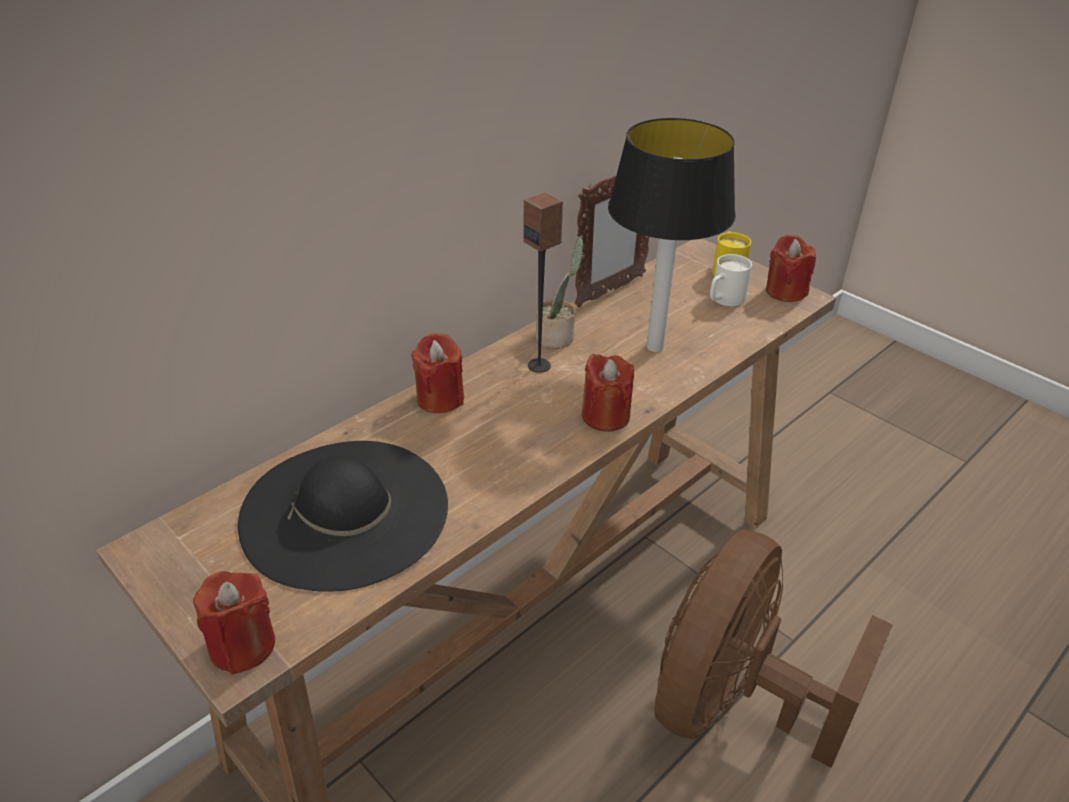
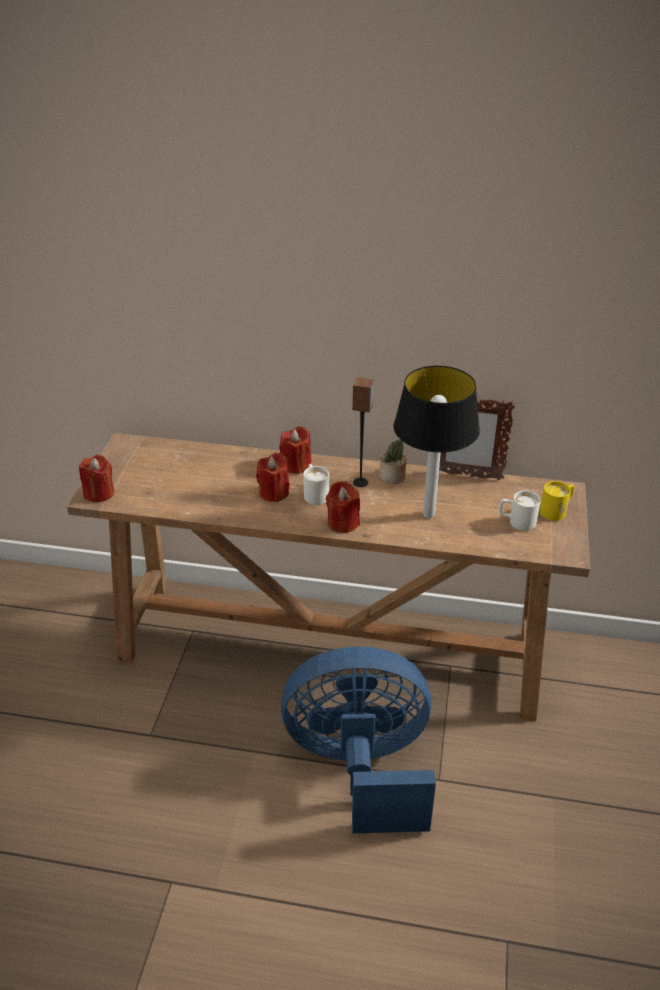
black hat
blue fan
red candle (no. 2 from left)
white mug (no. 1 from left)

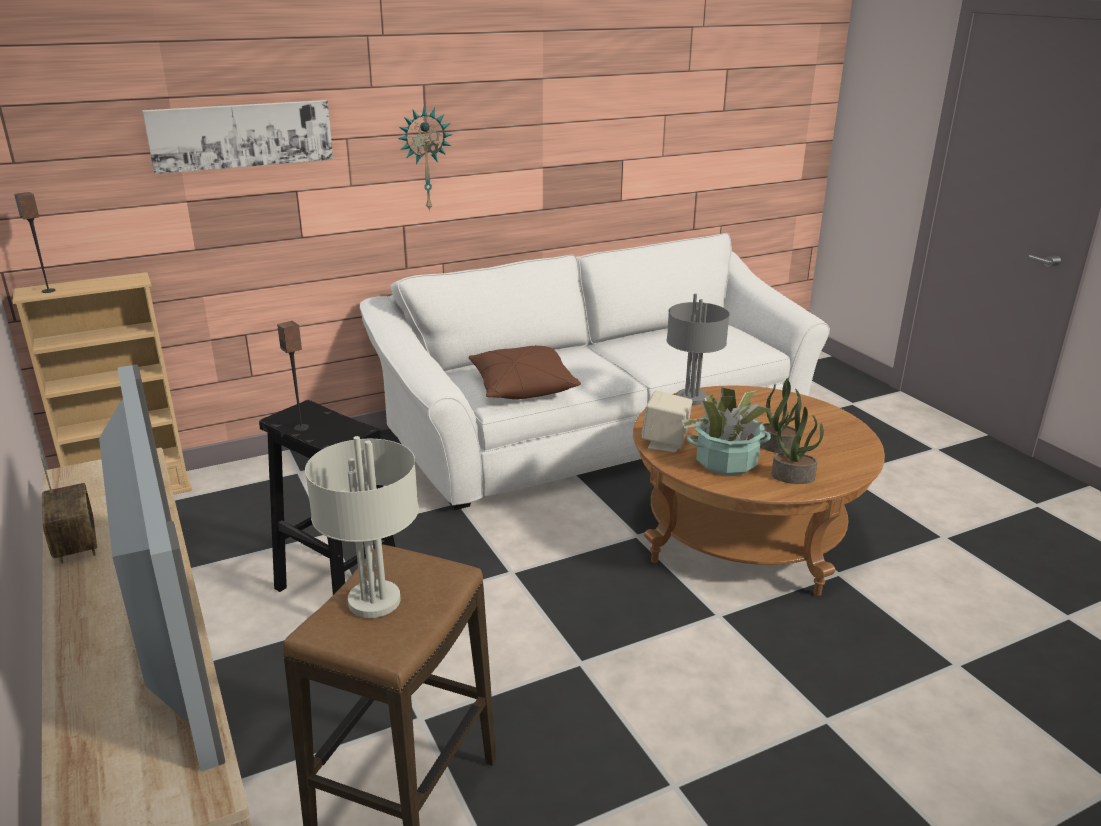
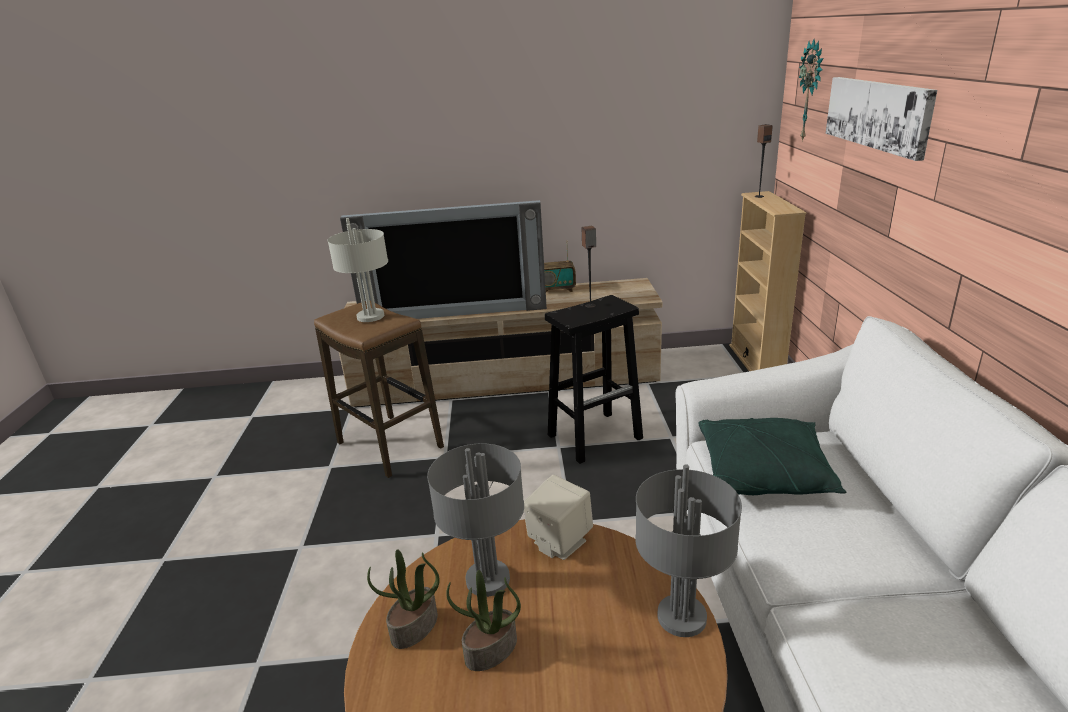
wall clock
green pillow
grey table lamp (no. 2 from left)

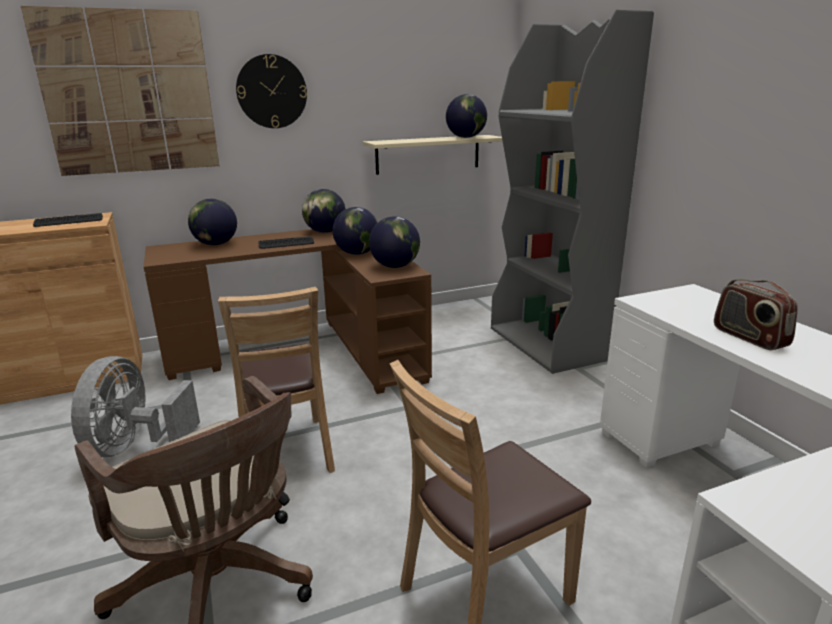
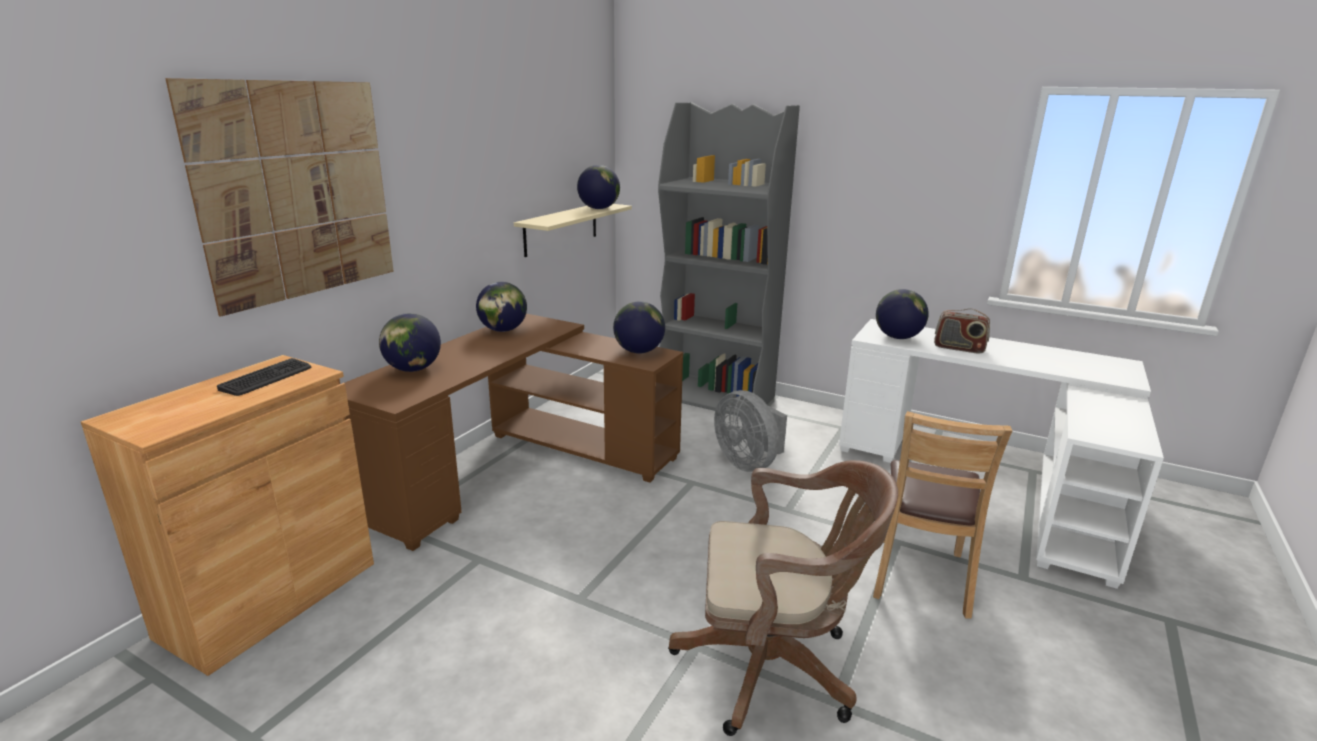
grey fan
brown chair (no. 1 from left in the first image)
wall clock
keyboard (no. 2 from left in the first image)
globe (no. 5 from left)

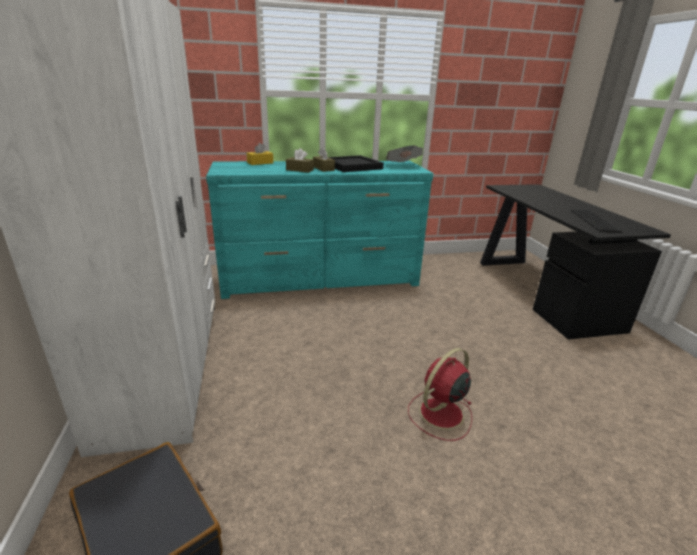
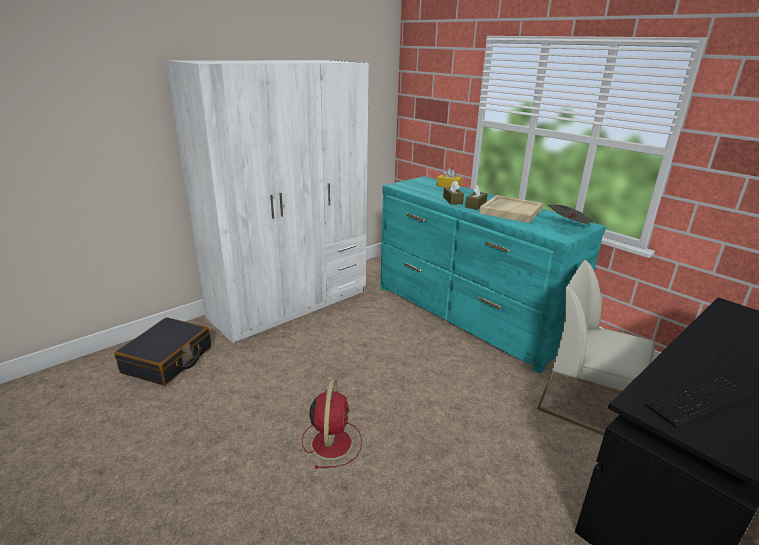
beige tray
red fan
white chair

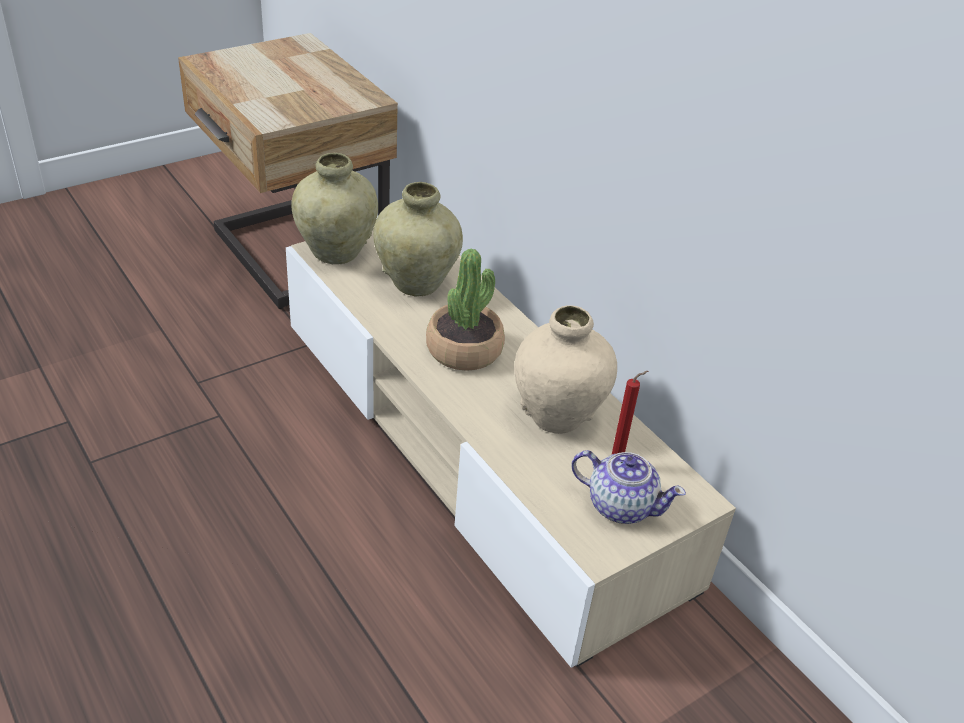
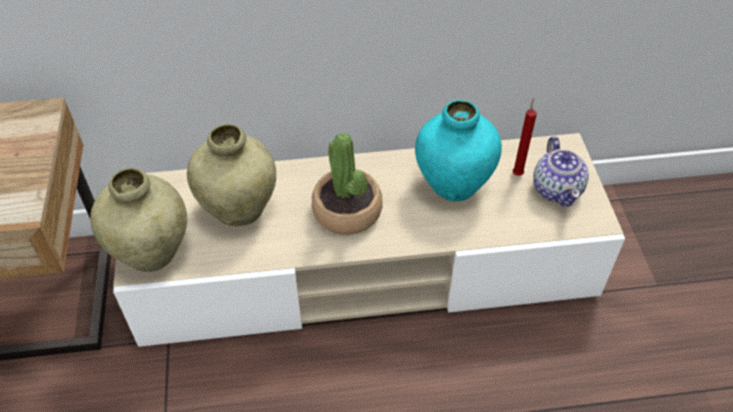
turquoise vase
teapot

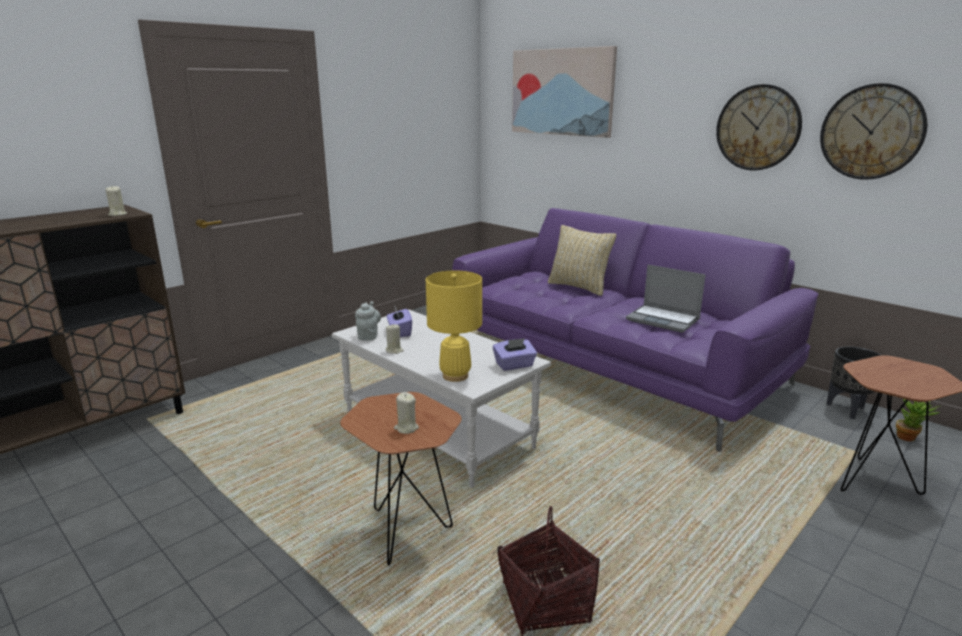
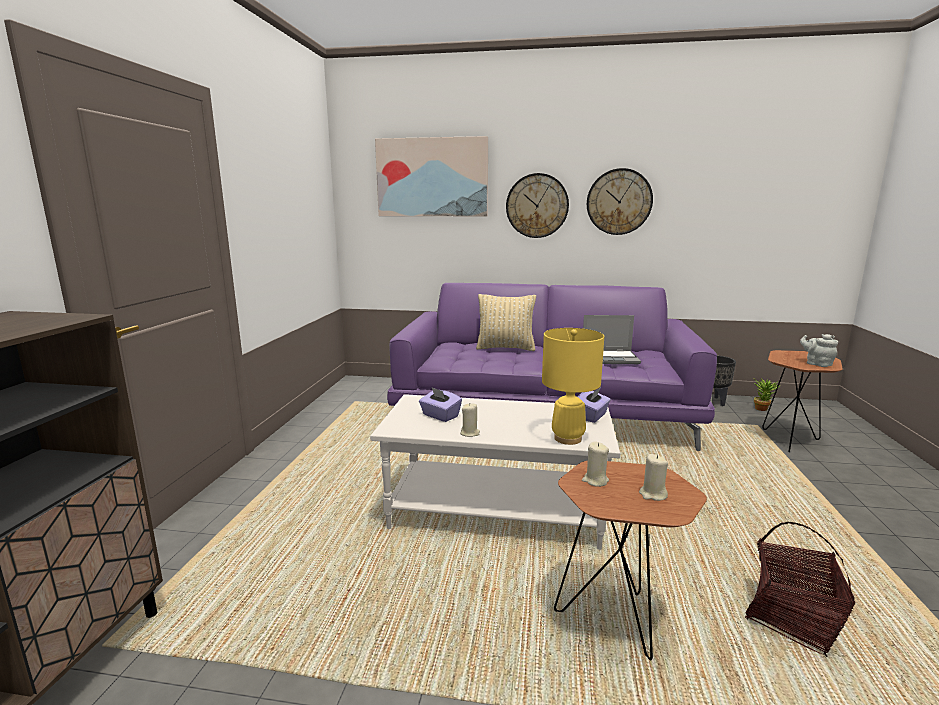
beige candle (no. 2 from left)
grey teapot
wall clock (no. 1 from left)

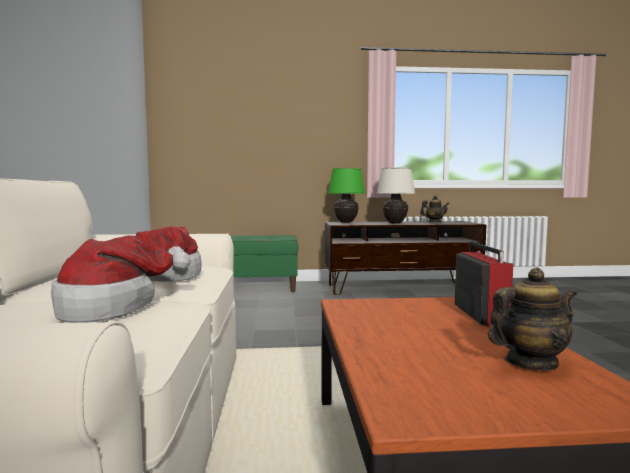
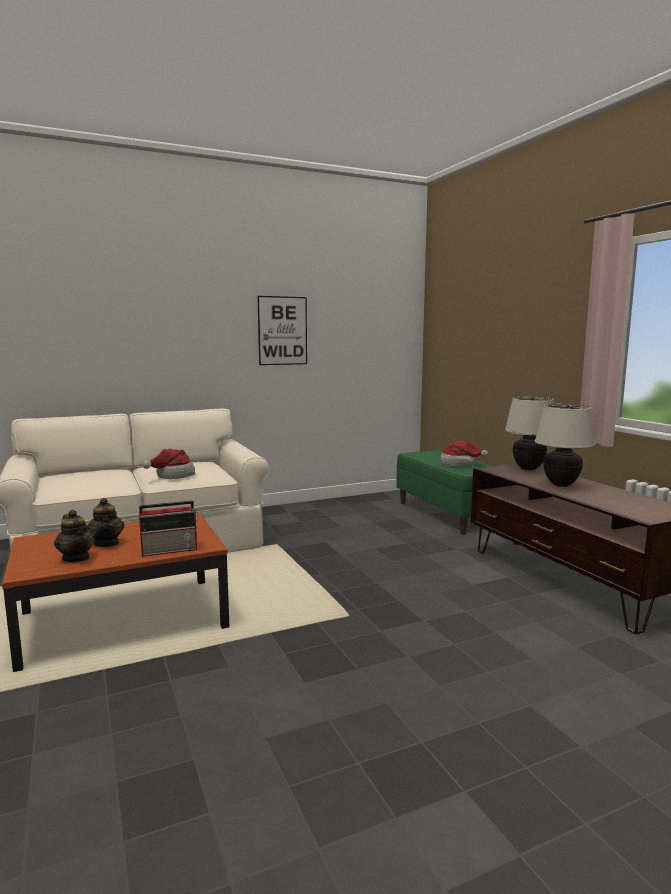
hat (no. 2 from left)
beige table lamp (no. 1 from left)
teapot (no. 2 from left)
picture

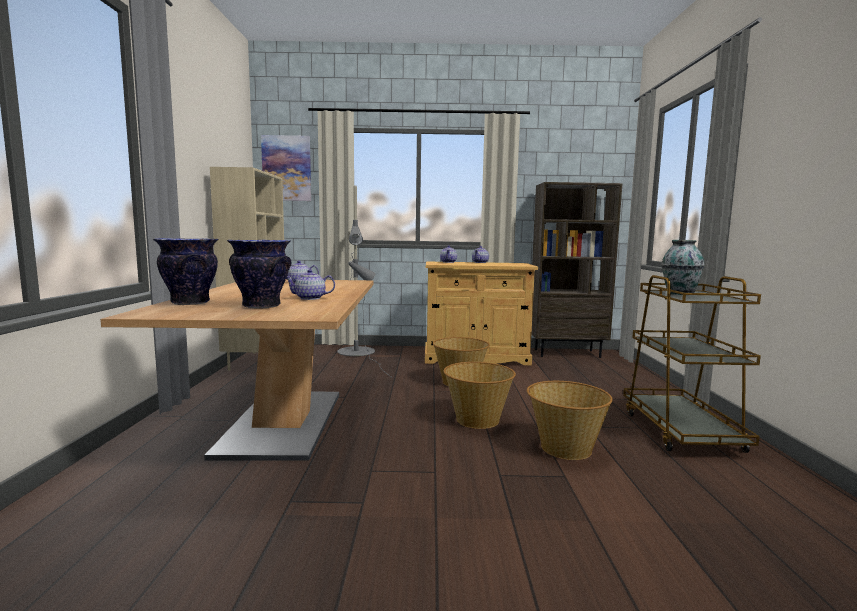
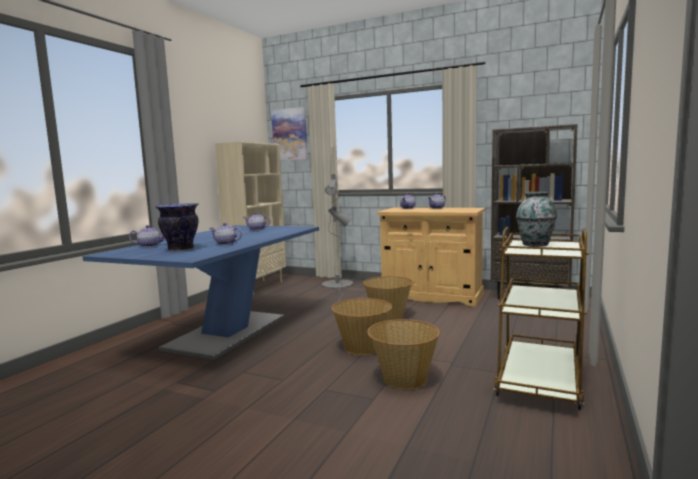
blue dining table
teapot (no. 1 from left)

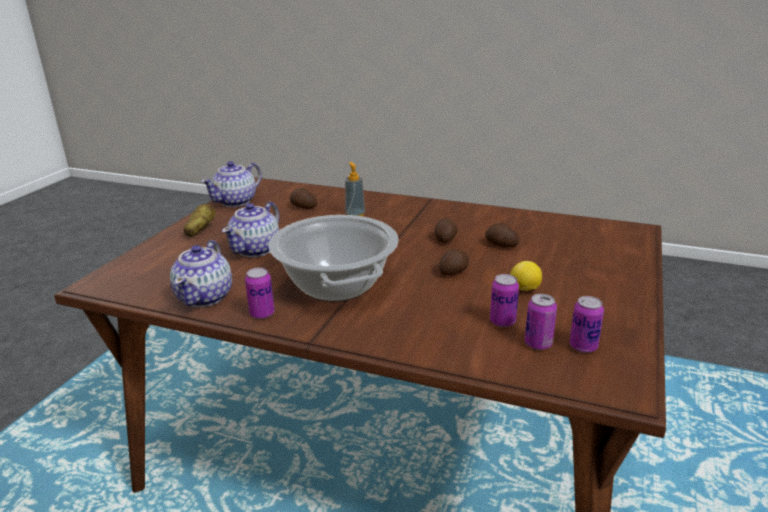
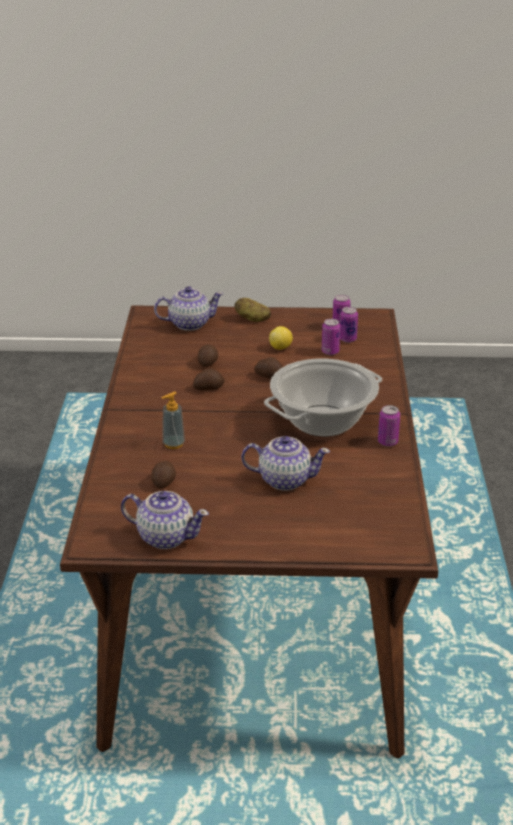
teapot (no. 2 from left)
potato (no. 4 from left)

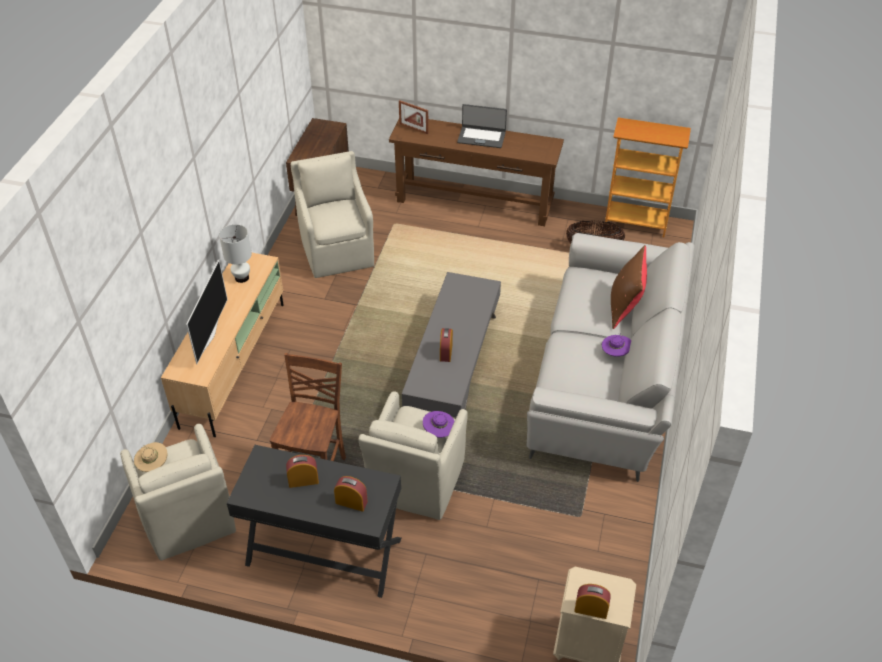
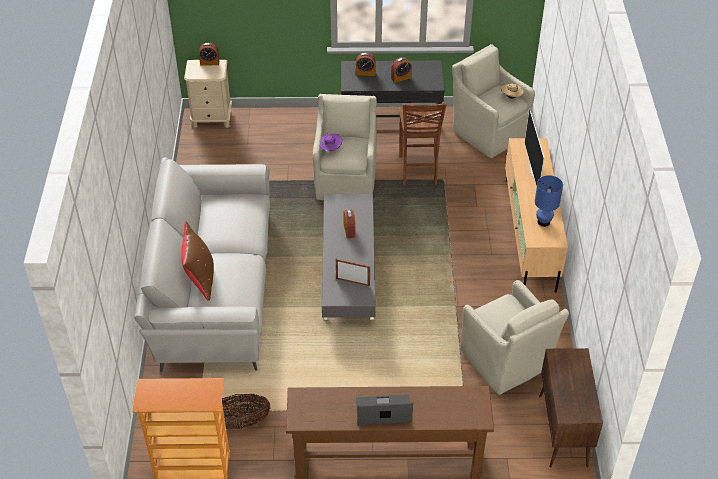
blue table lamp
picture frame
purple hat (no. 2 from left in the first image)

